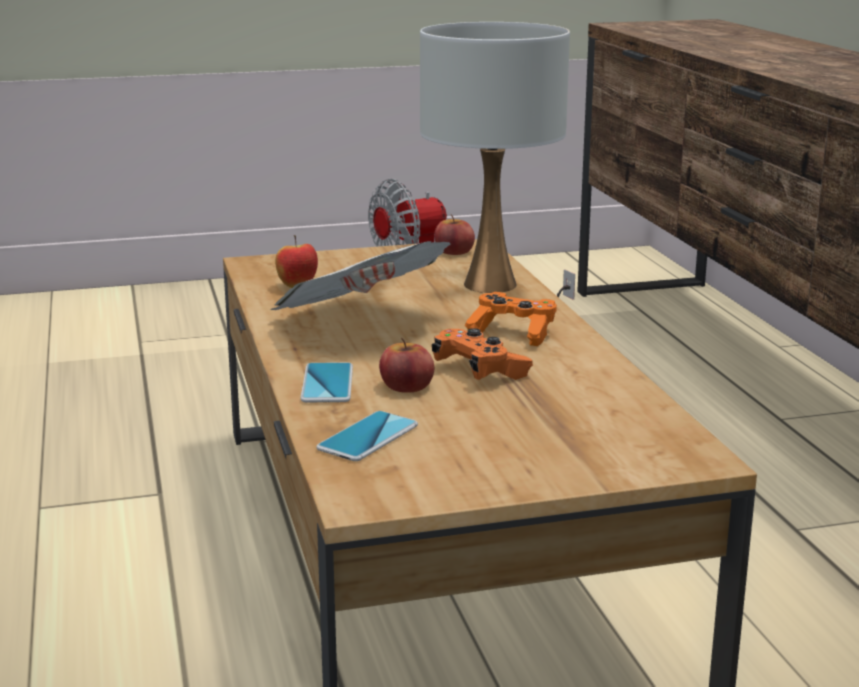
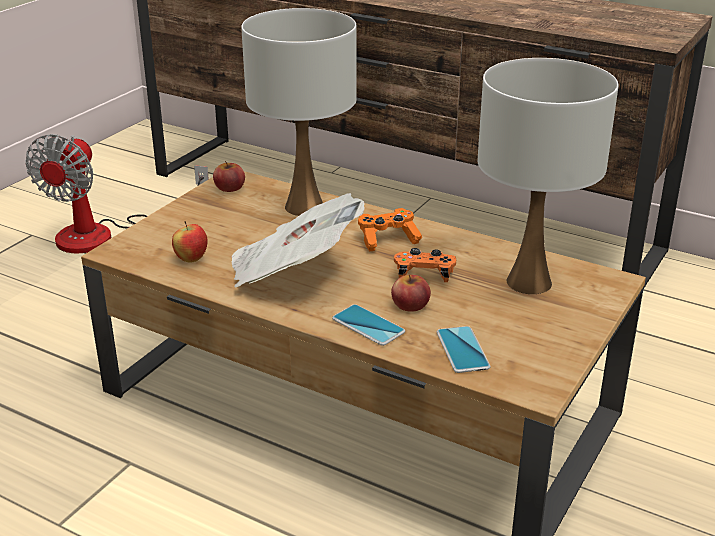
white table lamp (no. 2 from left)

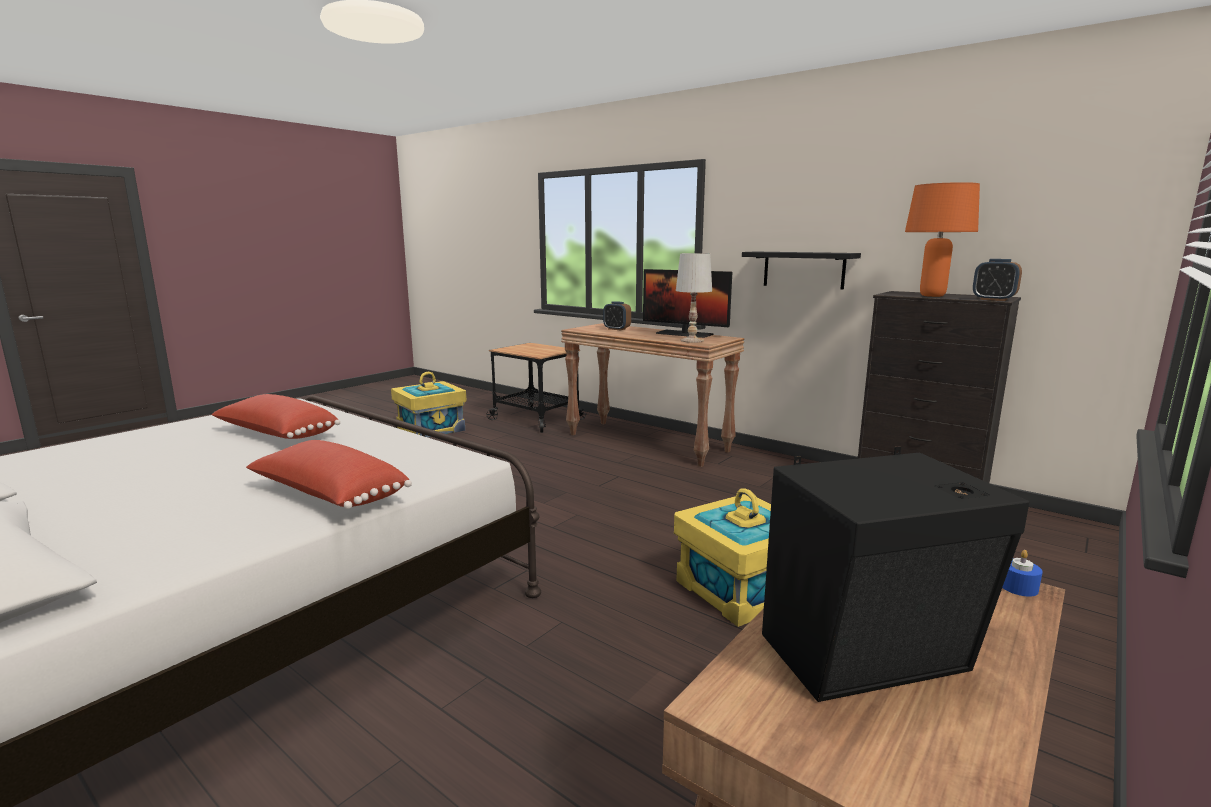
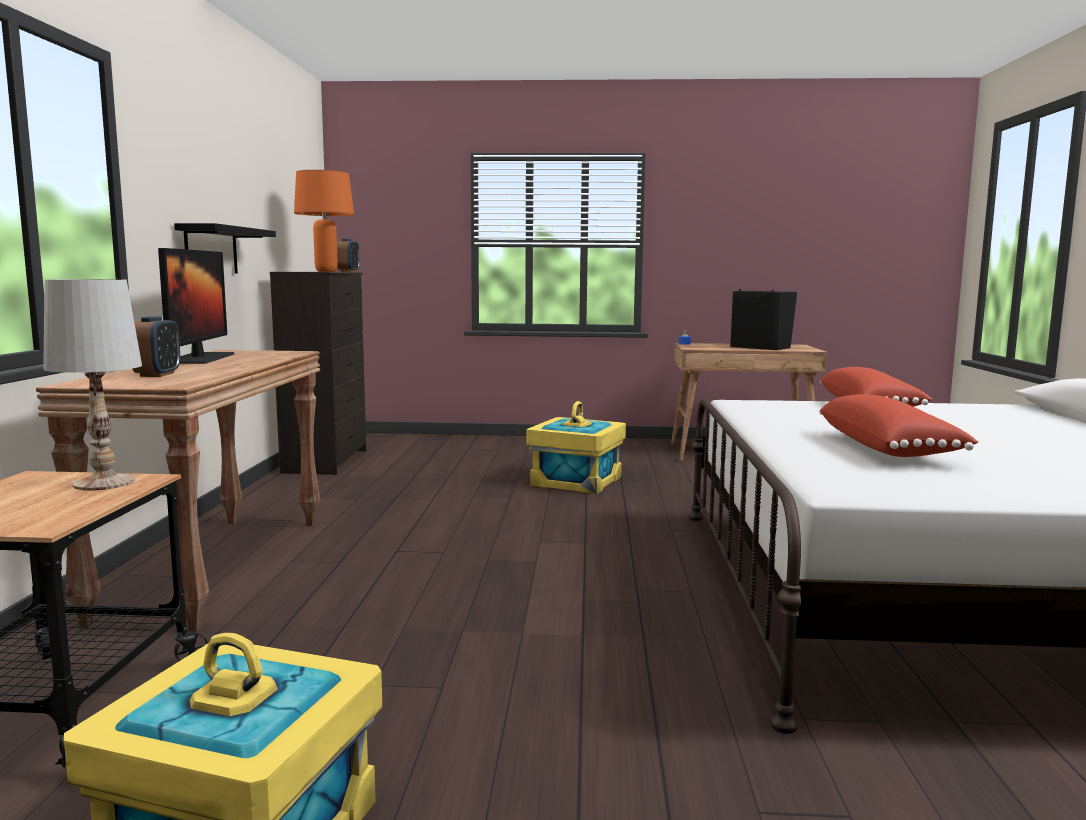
white table lamp

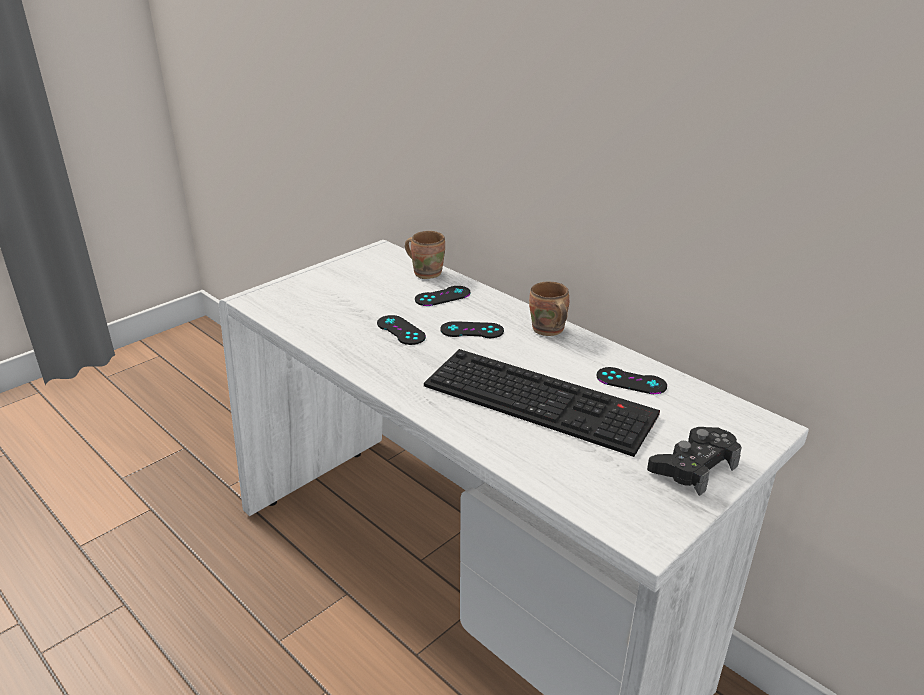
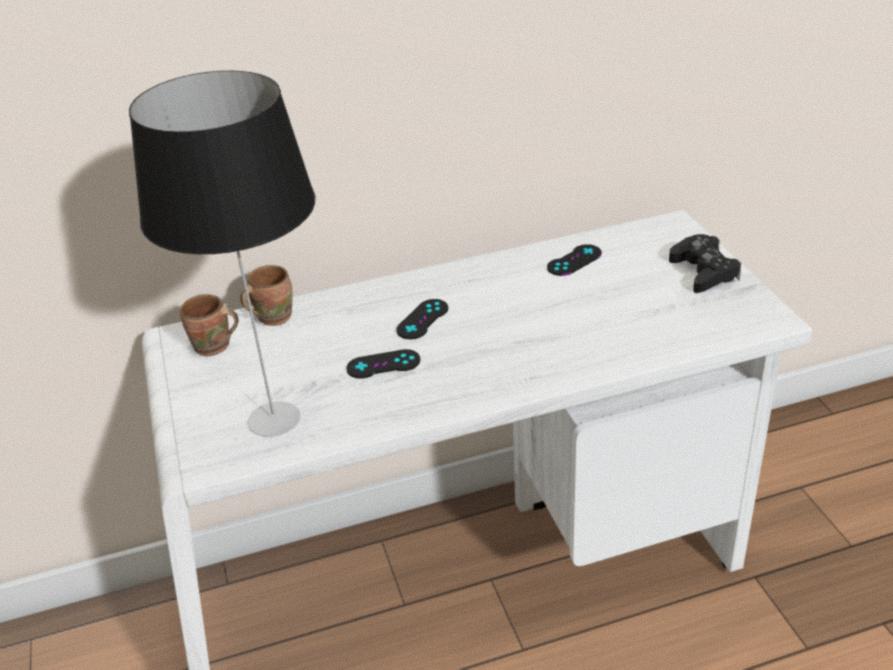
black game controller (no. 2 from left in the first image)
keyboard
brown mug (no. 1 from left)
table lamp

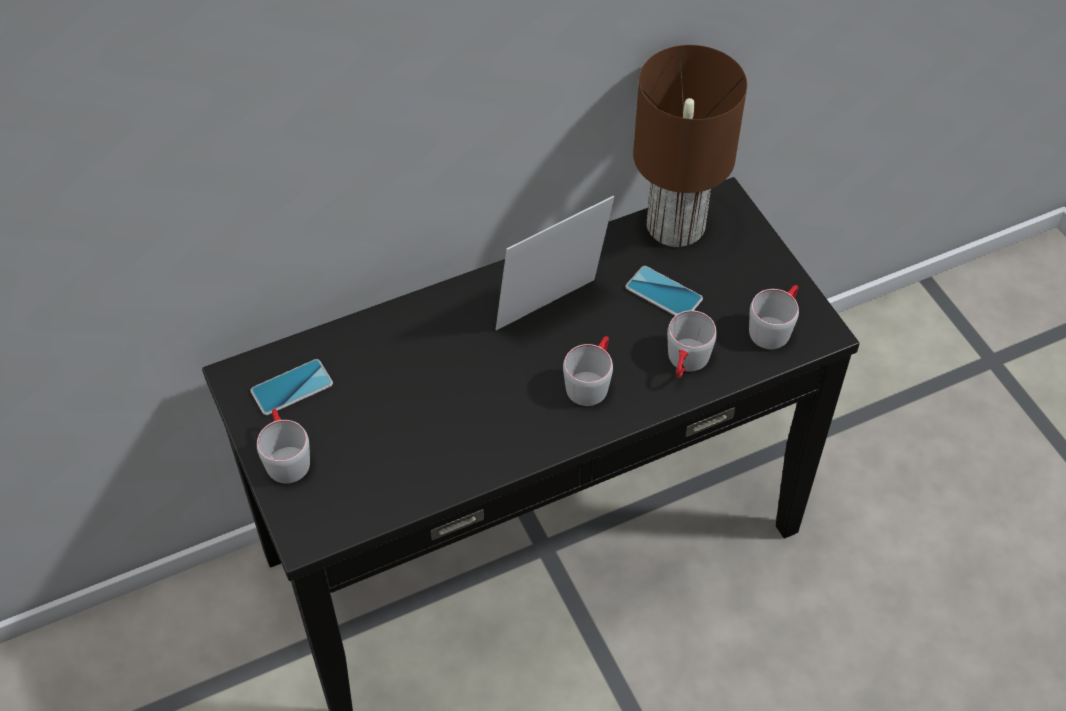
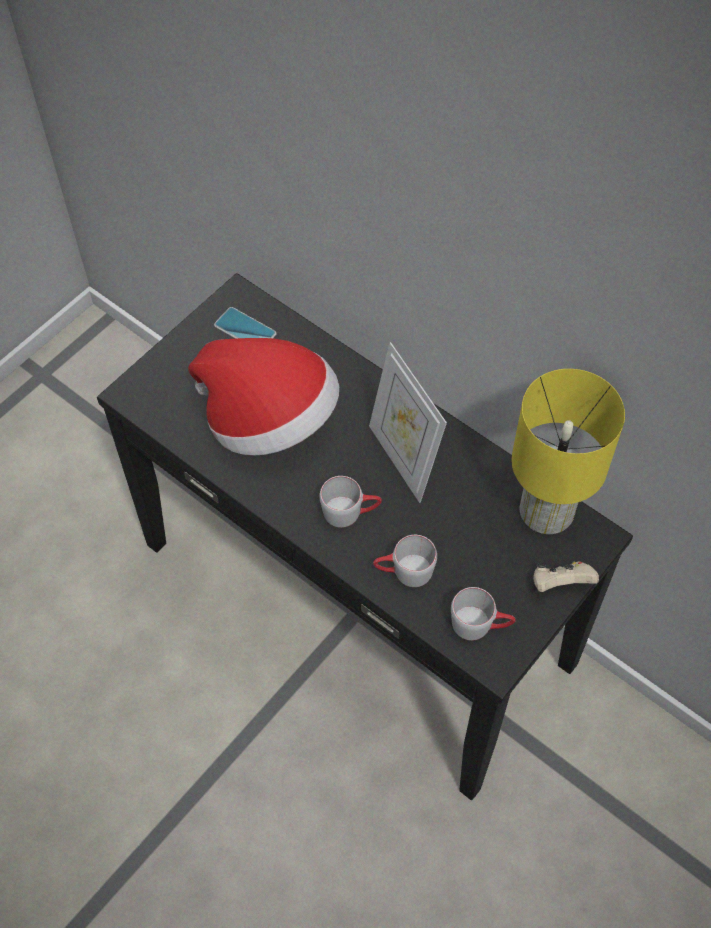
grey mug (no. 1 from left in the first image)
picture frame
phone (no. 2 from left in the first image)
yellow table lamp
hat
beige game controller

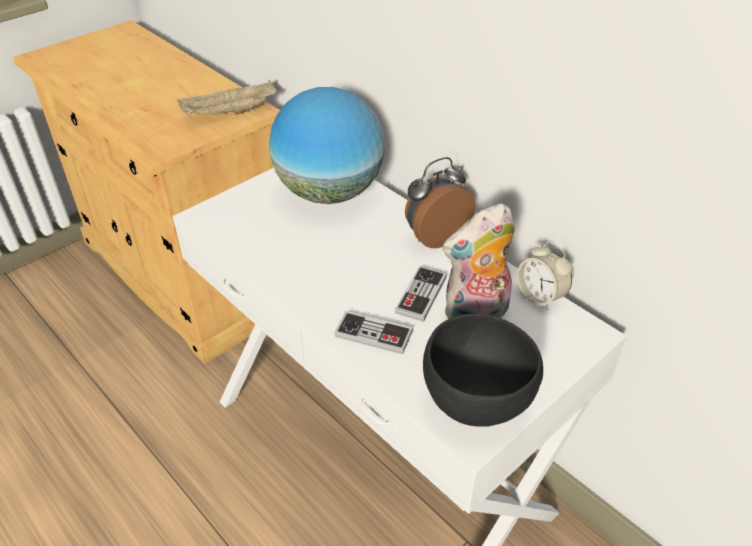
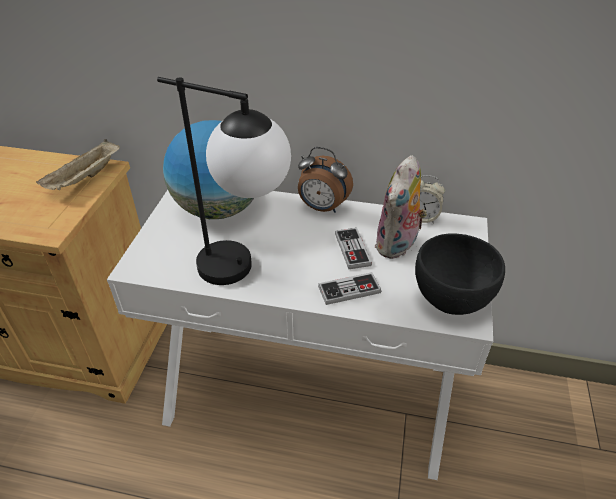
alarm clock (no. 1 from left)
table lamp

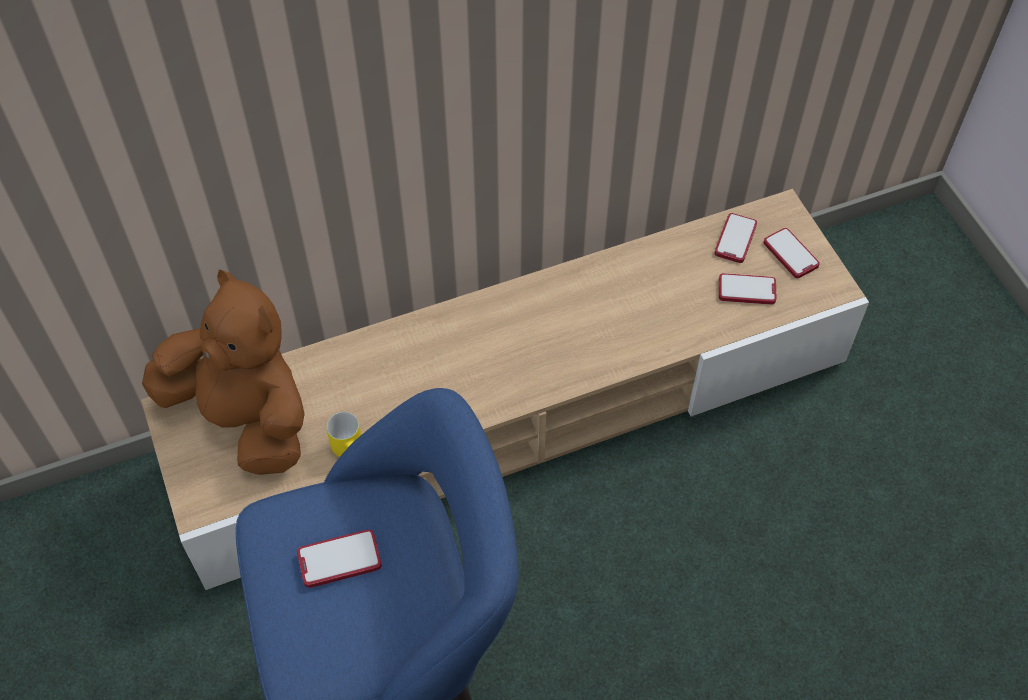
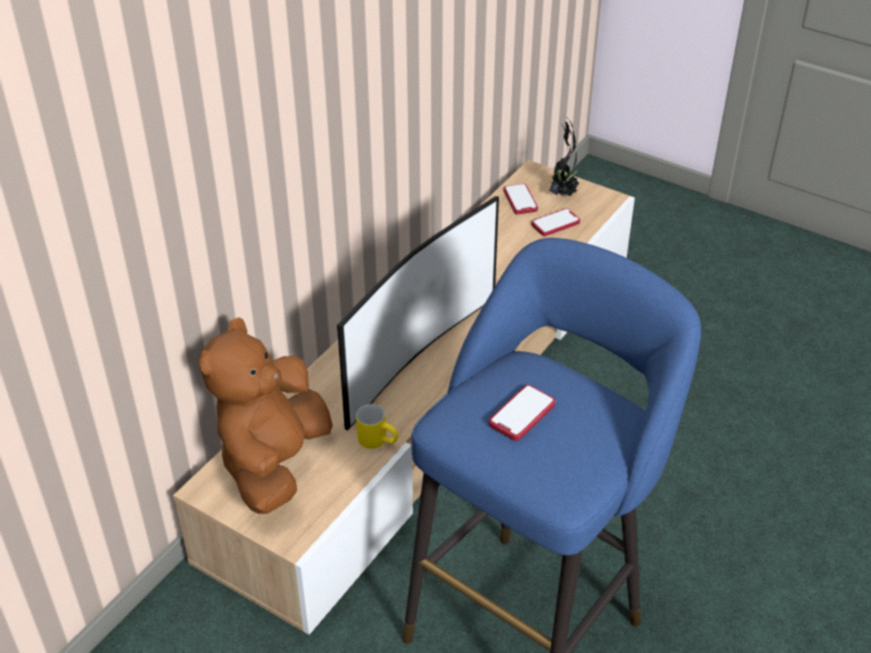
brown plush toy
potted plant
television

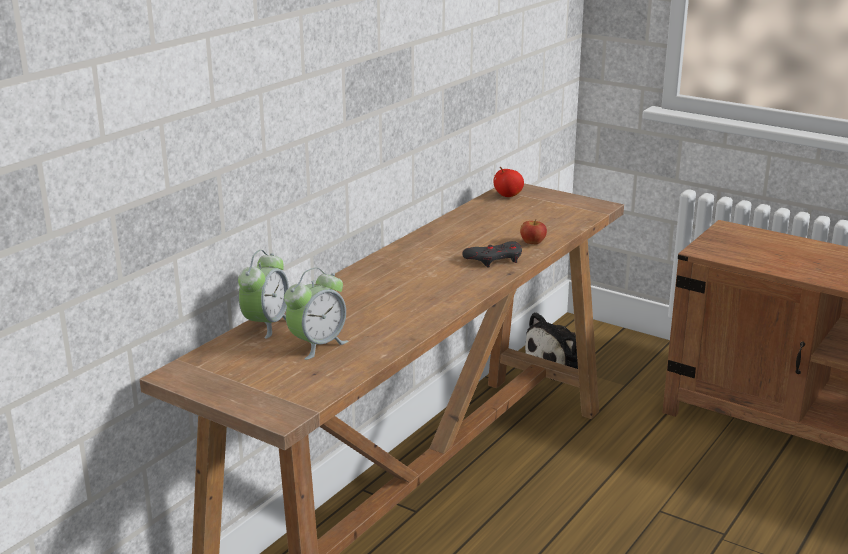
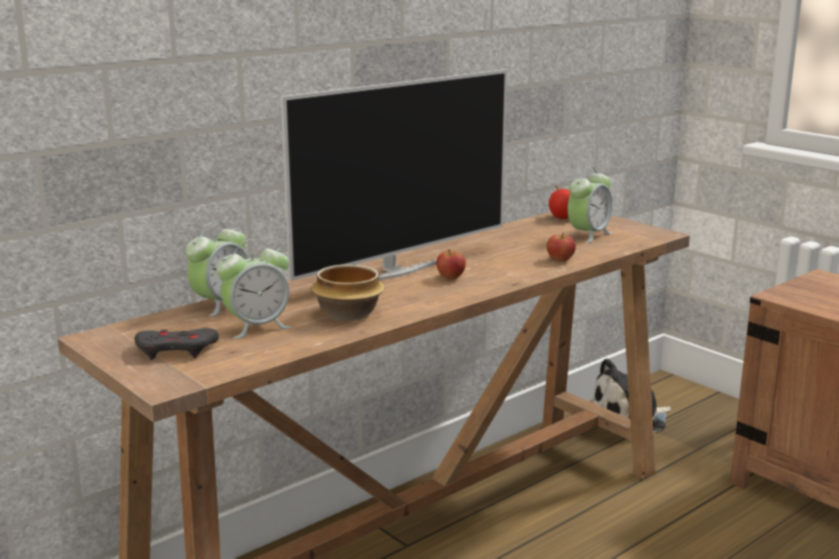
grey game controller
television
bowl
apple (no. 1 from left)
alarm clock (no. 3 from left)

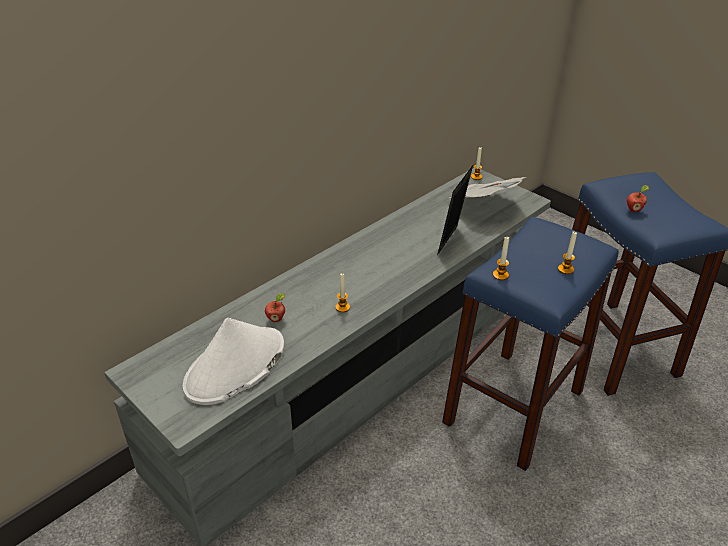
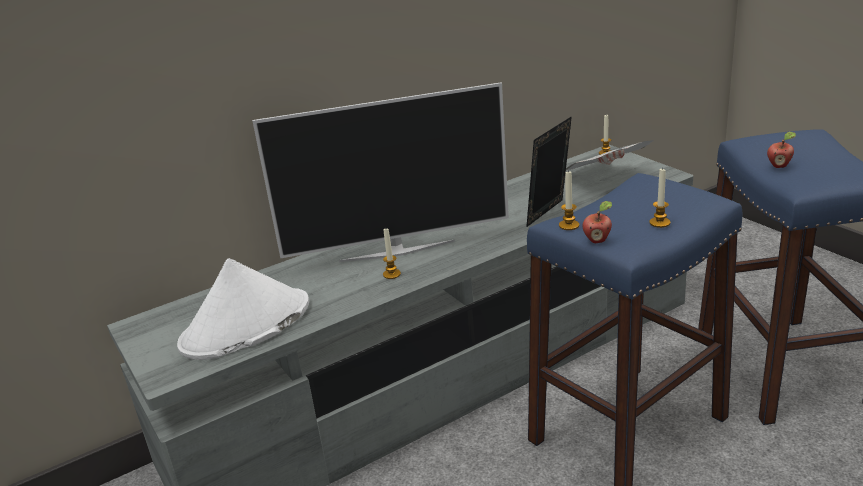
apple (no. 1 from left)
television

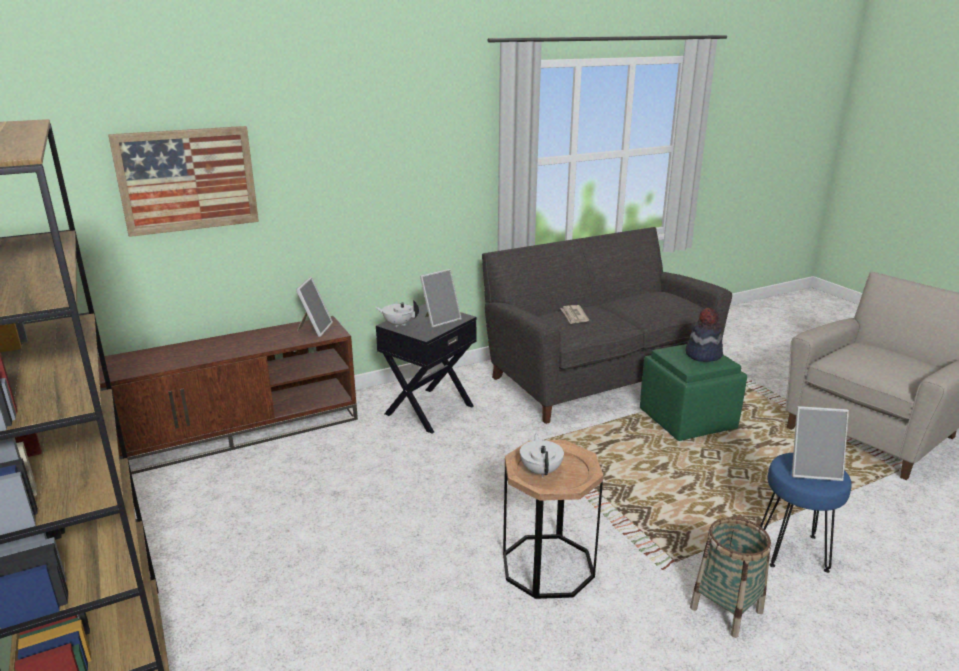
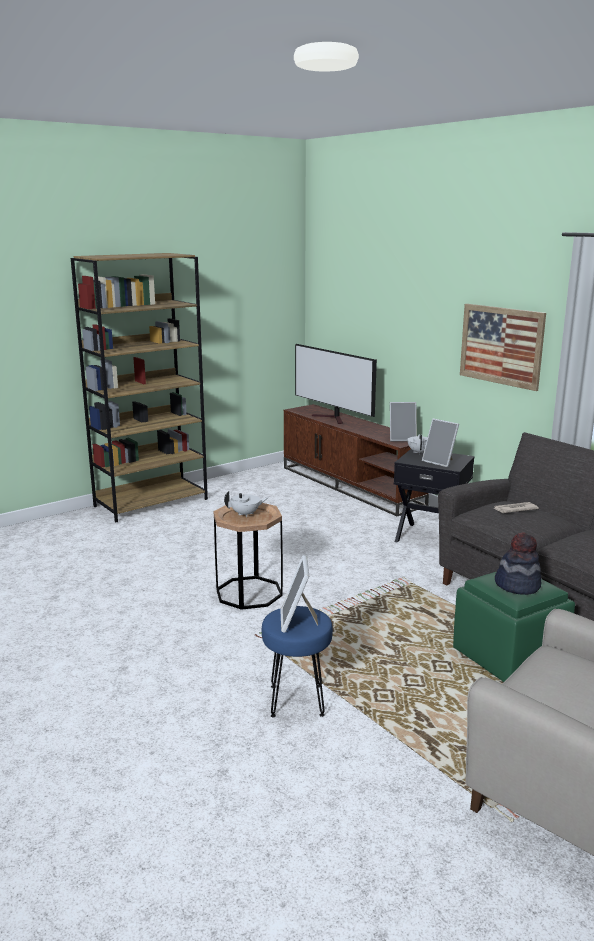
picture
basket
television

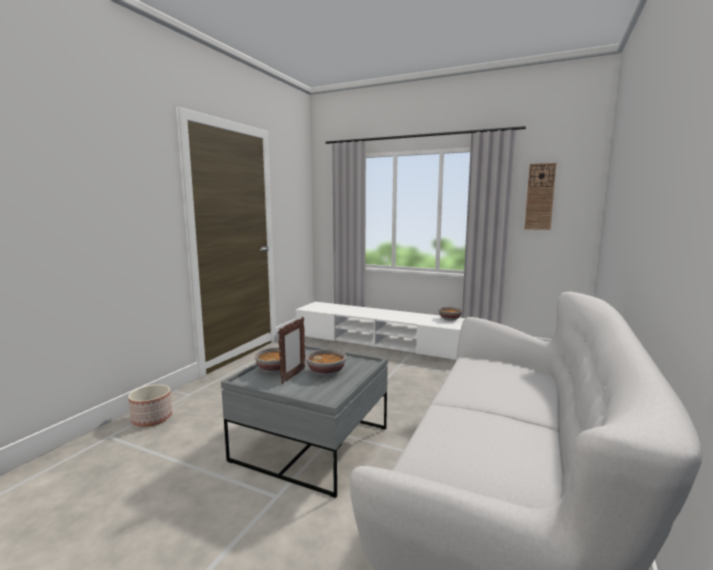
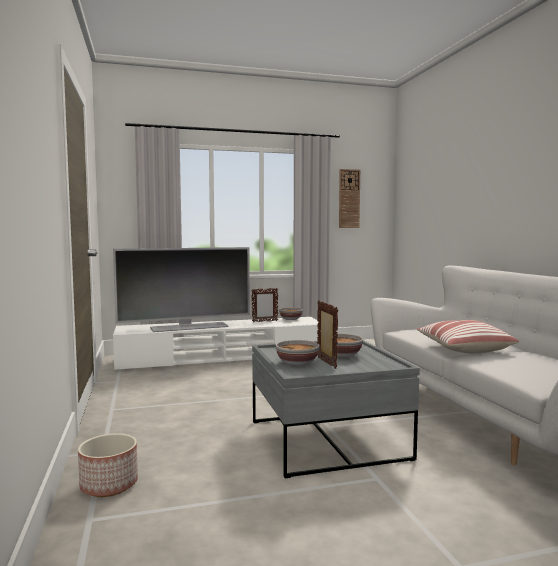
television
picture frame (no. 1 from left)
pillow

